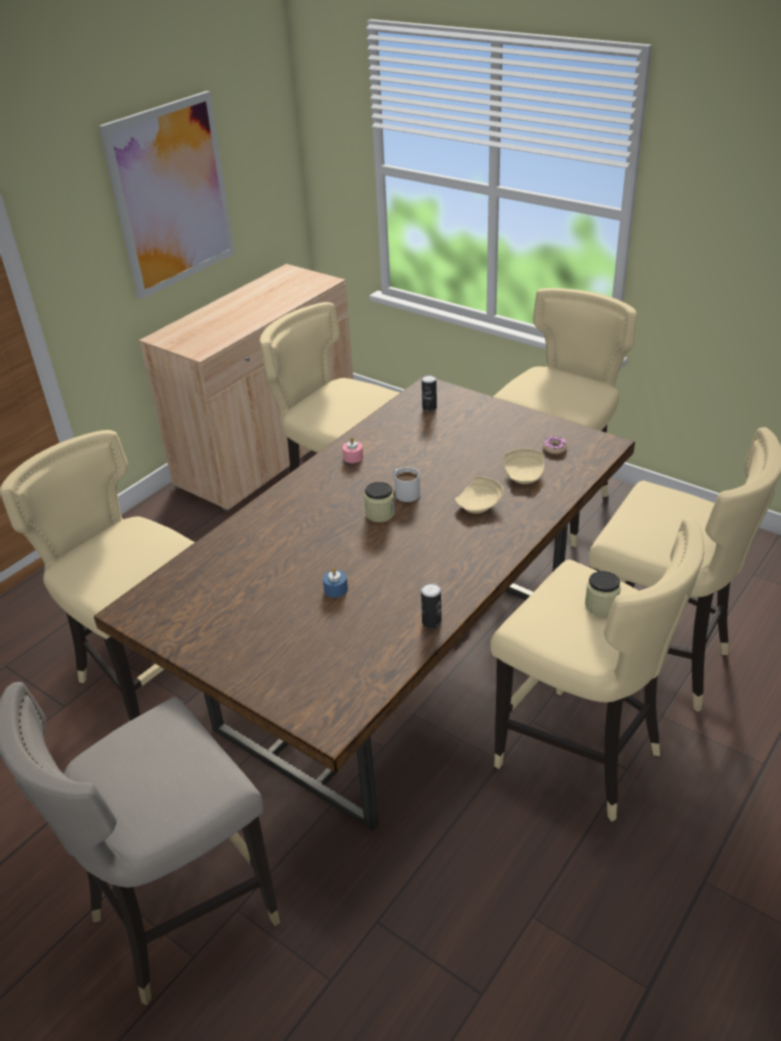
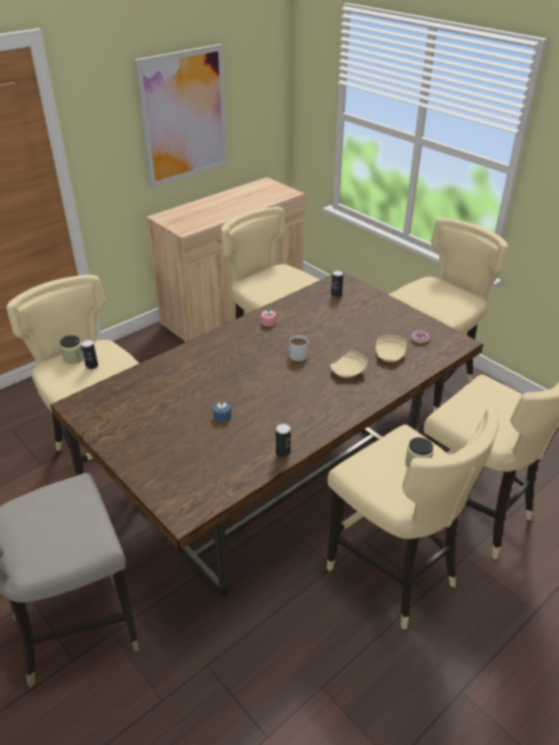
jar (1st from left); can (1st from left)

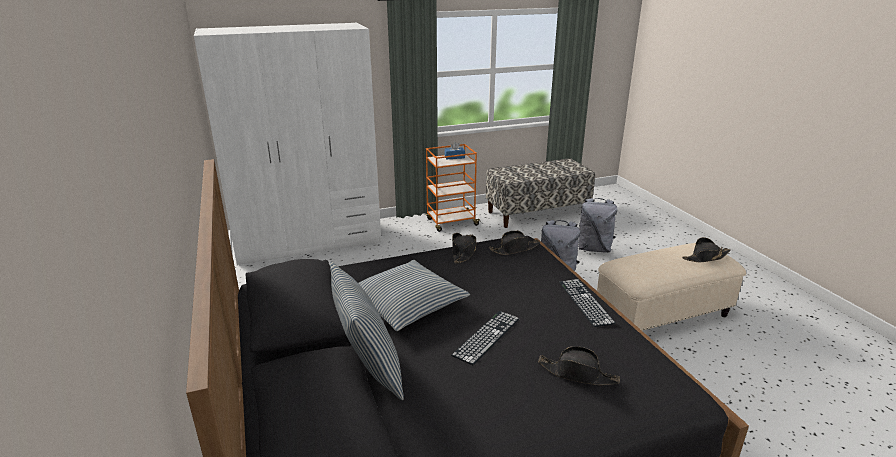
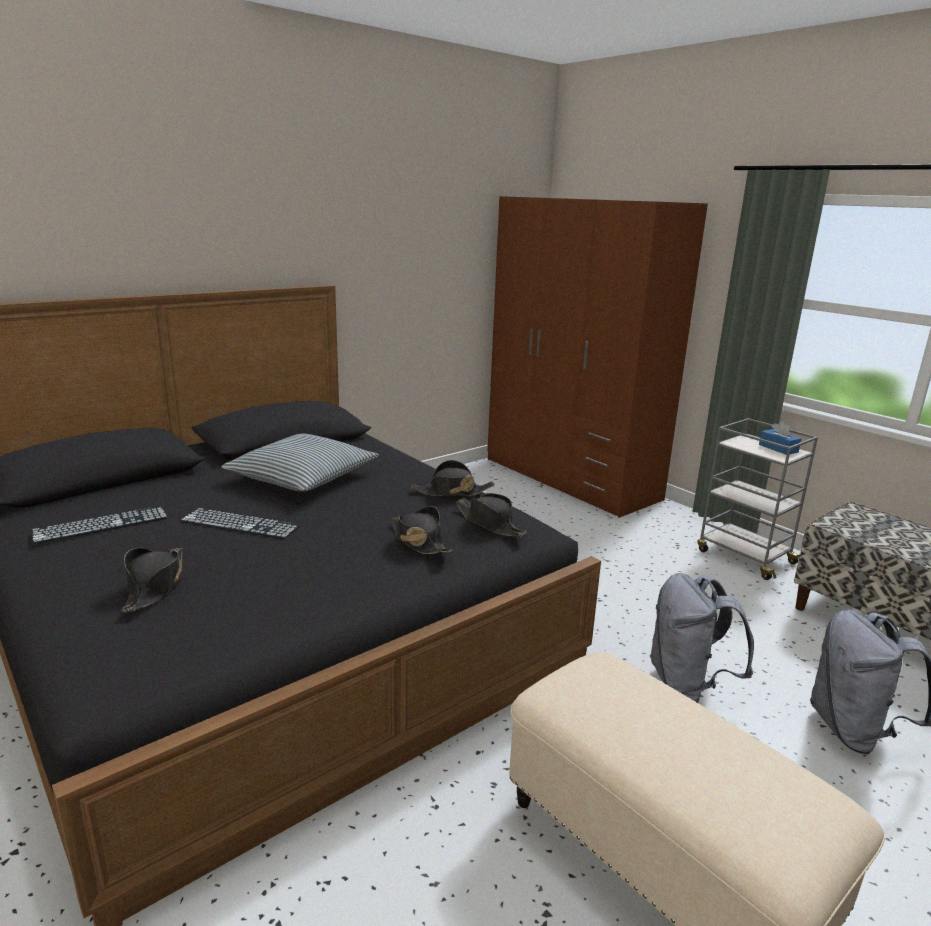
brown wardrobe; pillow (1st from left in the first image); grey cart; keyboard (1st from left); black hat (2nd from left)

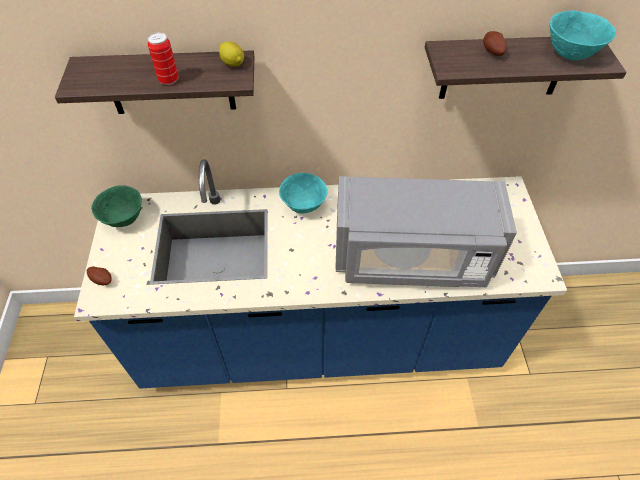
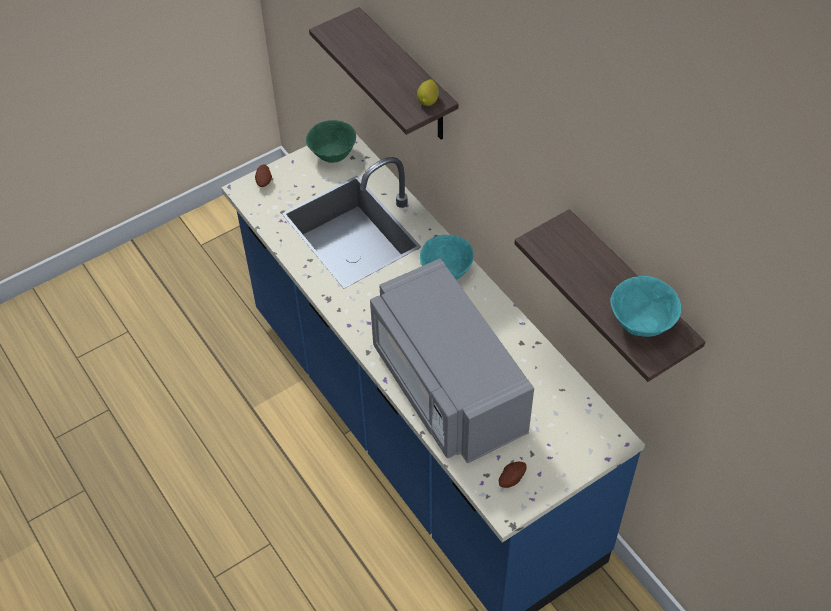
can; potato (2nd from left)

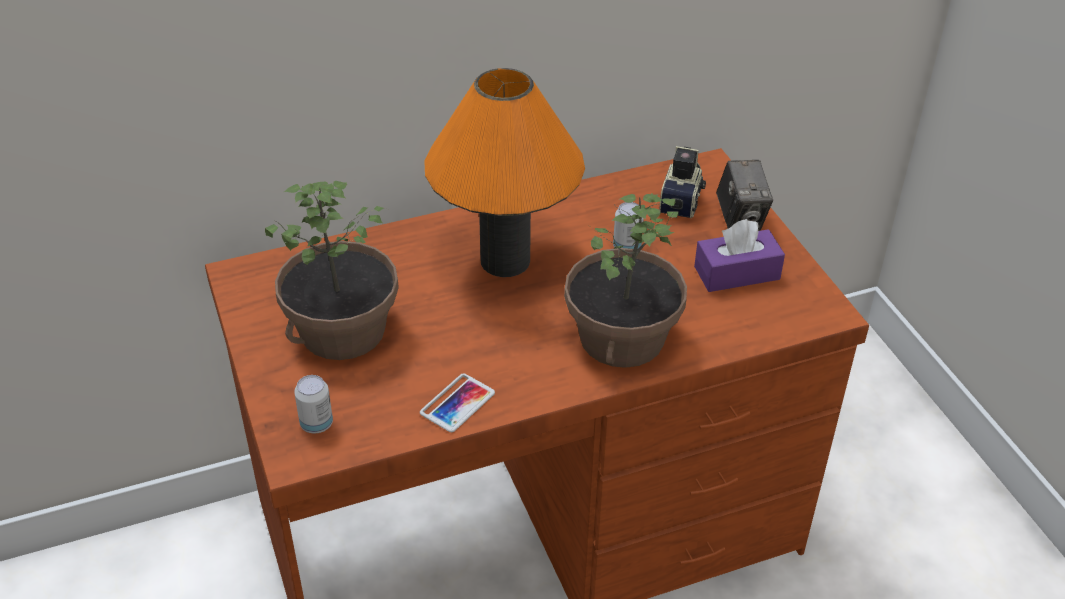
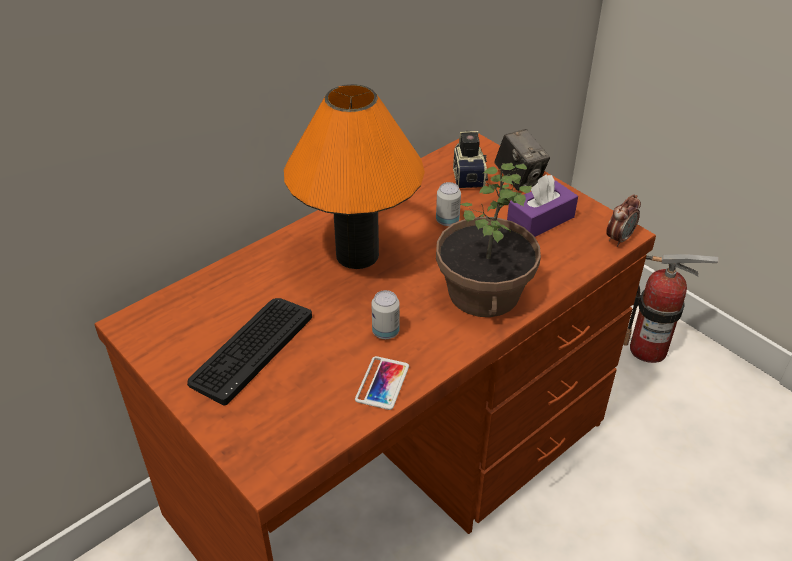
keyboard; can (1st from left); alarm clock; fire extinguisher

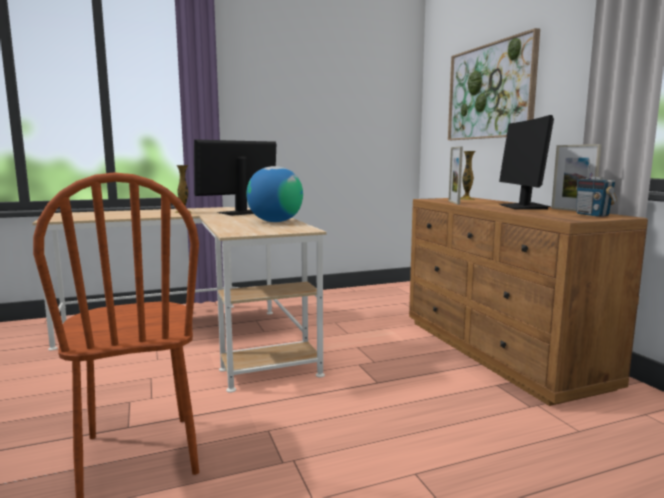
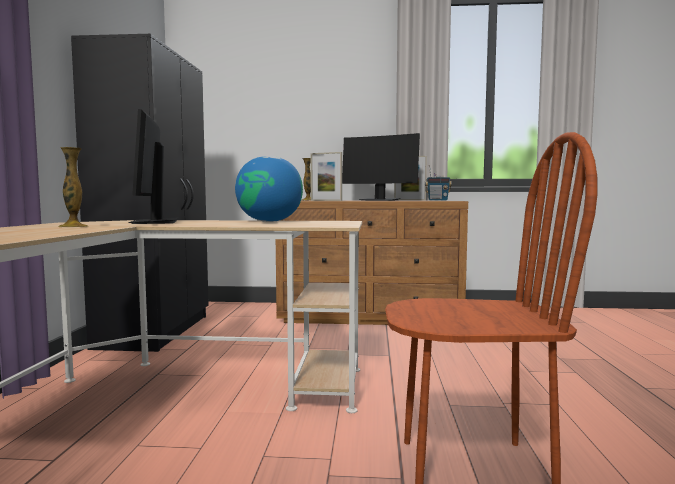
picture; black wardrobe

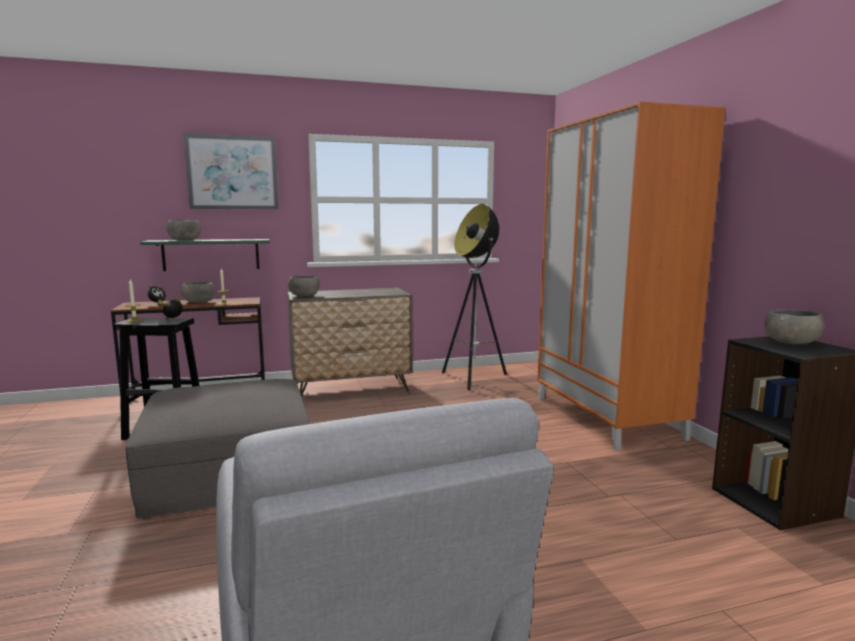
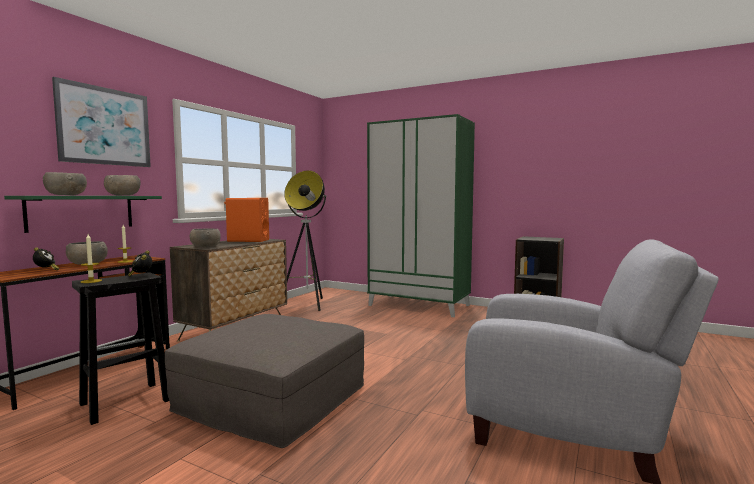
green wardrobe; grey bowl (3rd from left); orange speaker

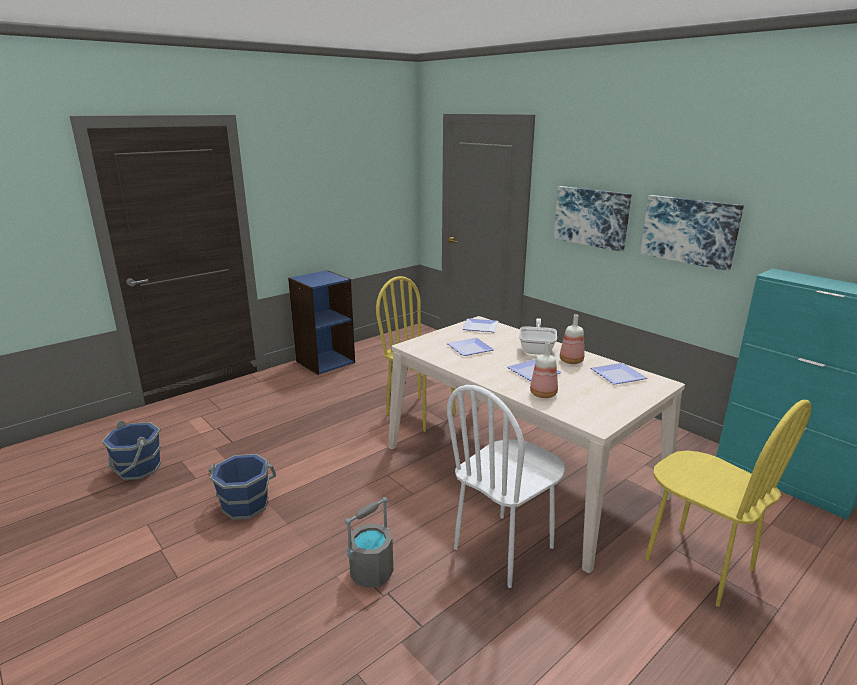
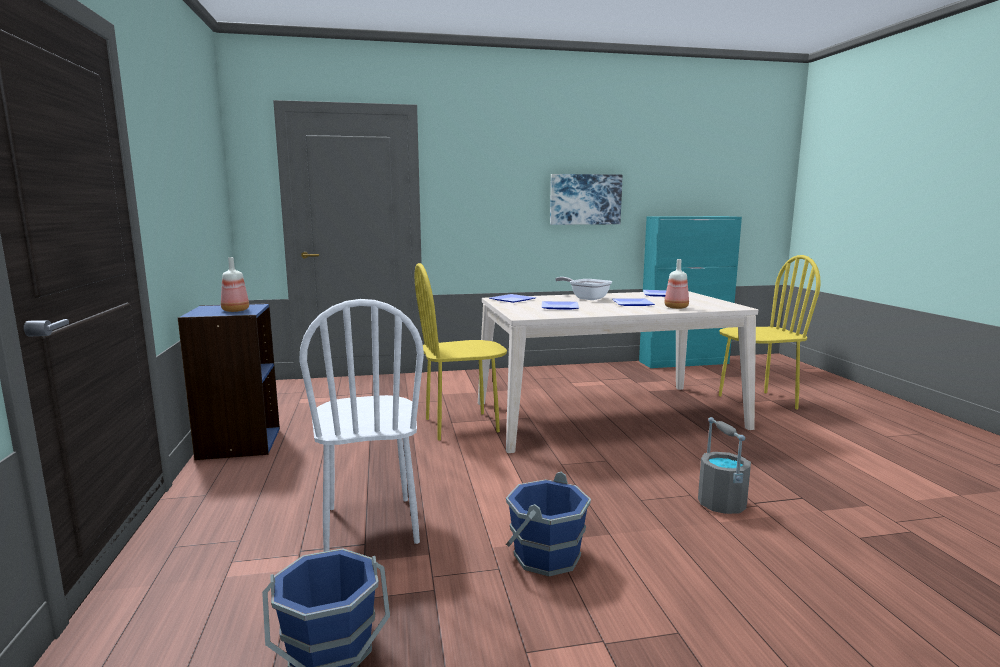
white chair; picture (1st from left in the first image); bottle (1st from left)

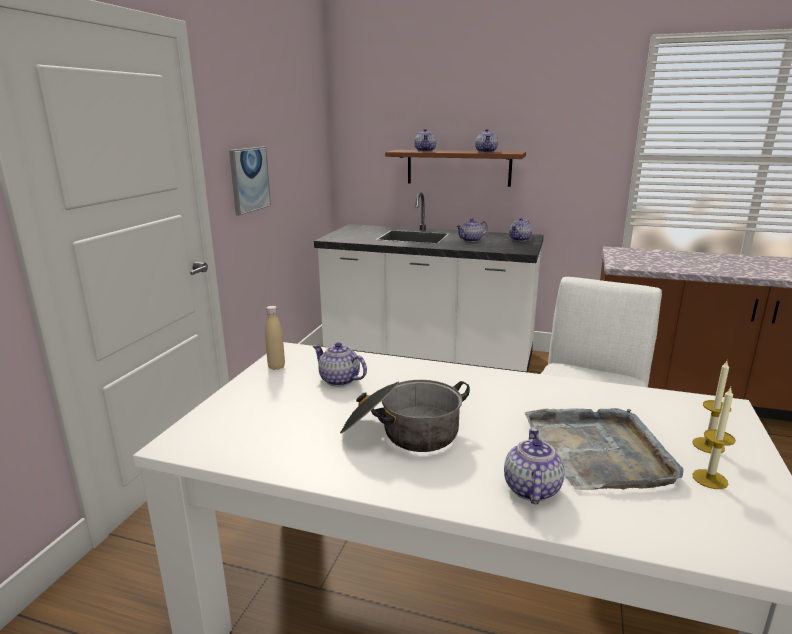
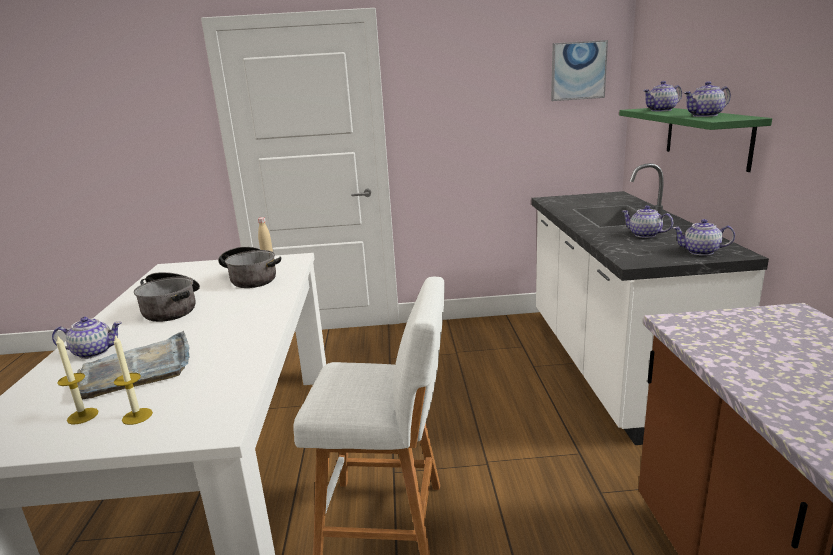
picture; cooking pot (2nd from left); green shelf

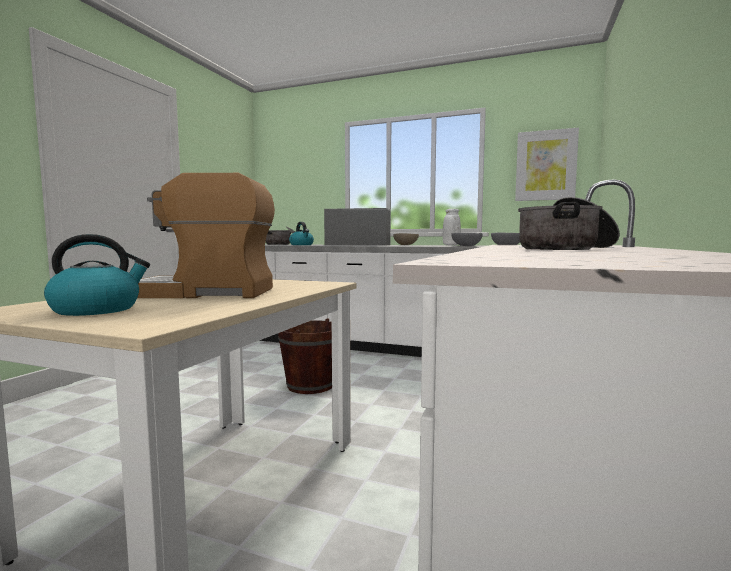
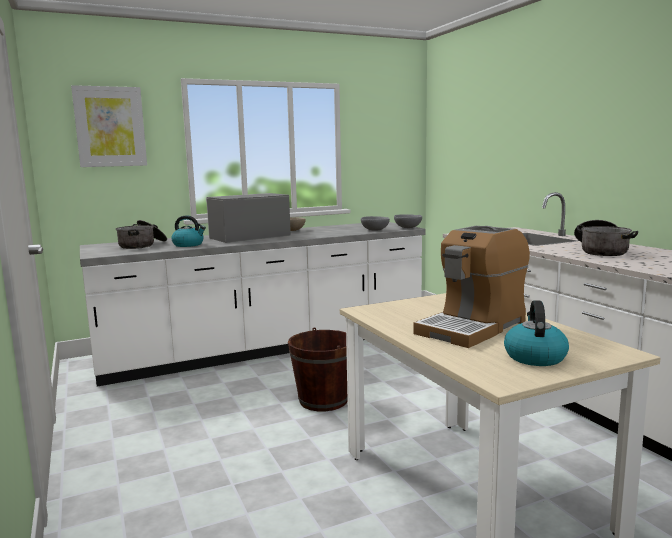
white vase; picture

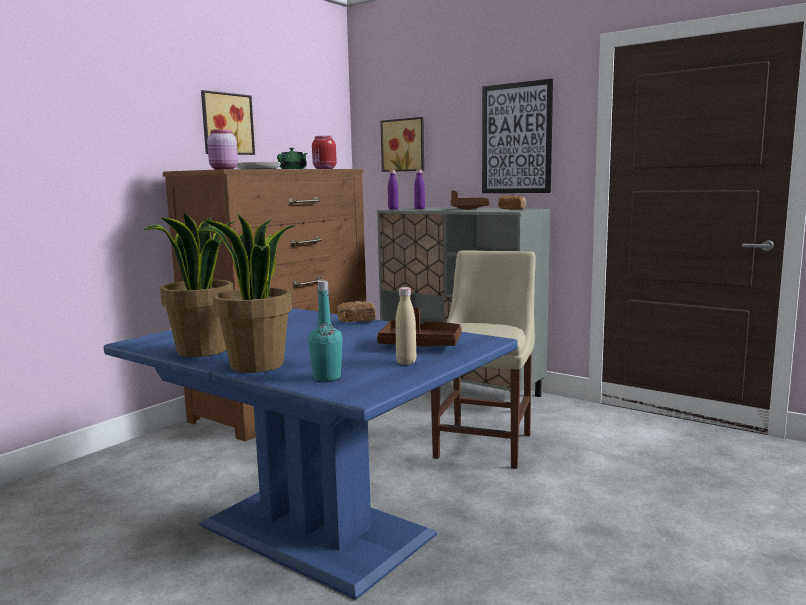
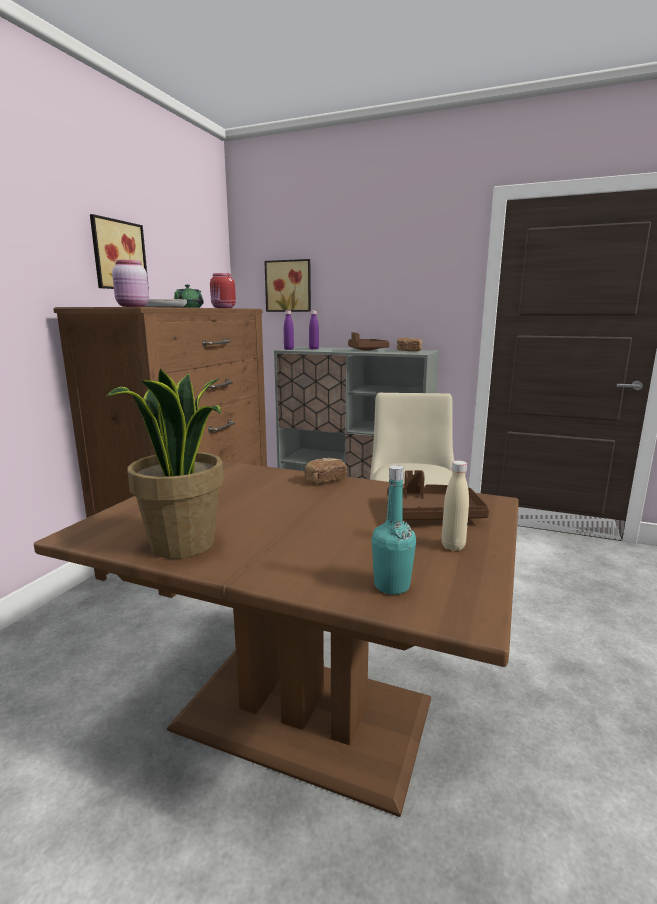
brown dining table; potted plant (2nd from left in the first image); picture (3rd from left in the first image)

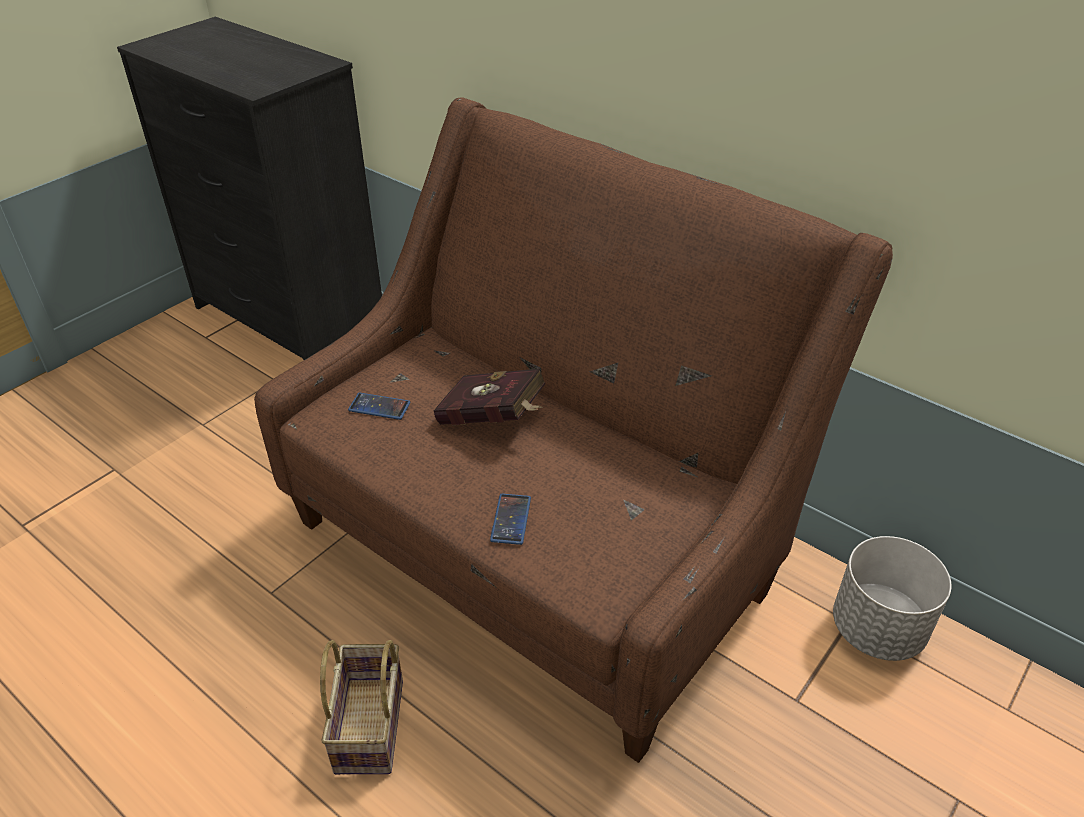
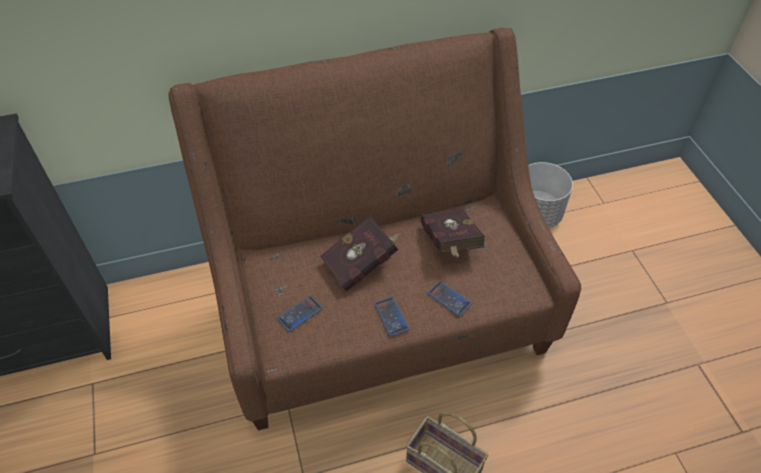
phone (2nd from left); red book (2nd from left)

